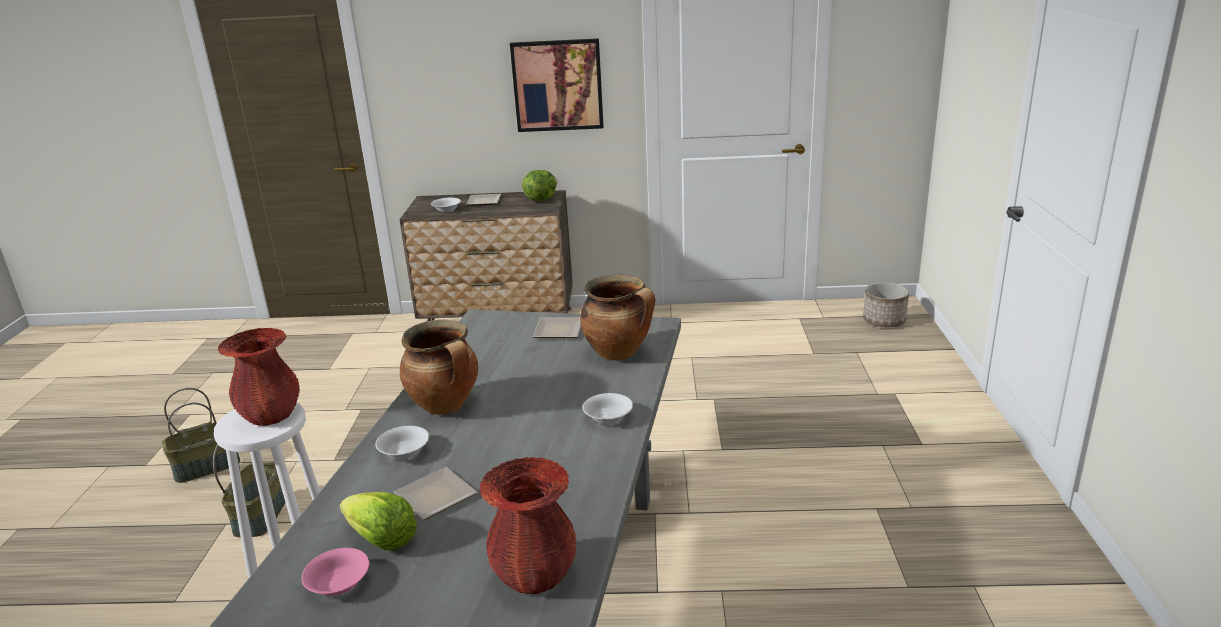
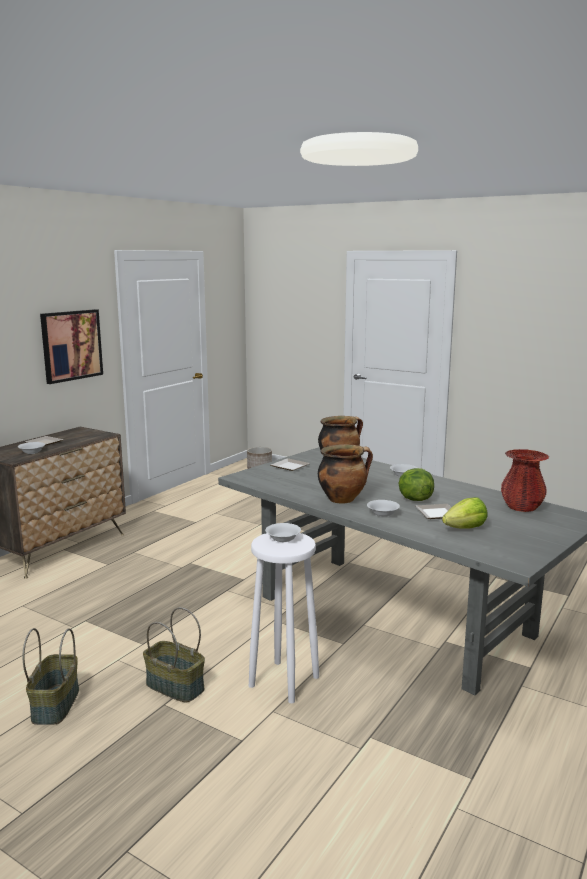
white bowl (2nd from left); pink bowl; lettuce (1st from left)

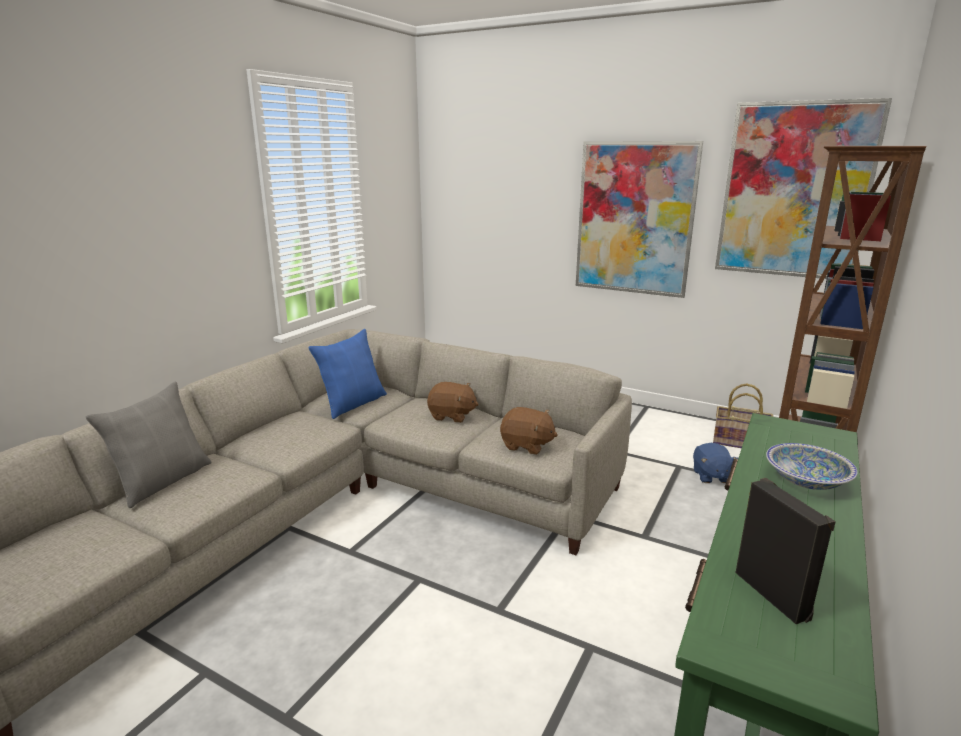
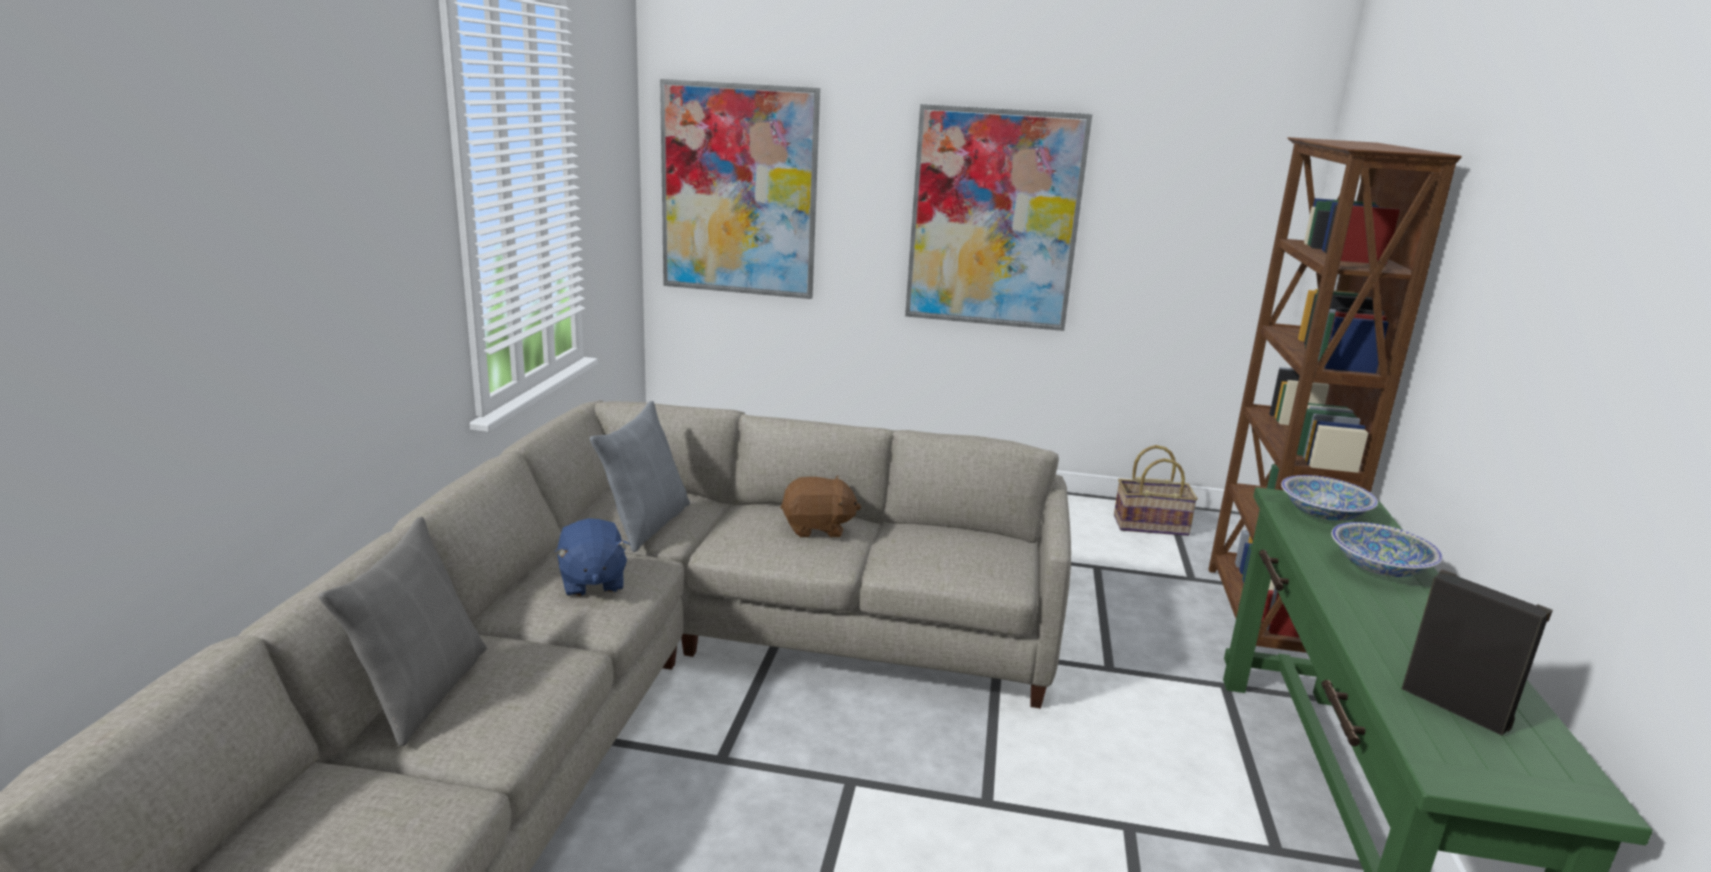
grey pillow (2nd from left); brown plush toy (2nd from left in the first image); blue plush toy; picture (1st from left); bowl (1st from left)

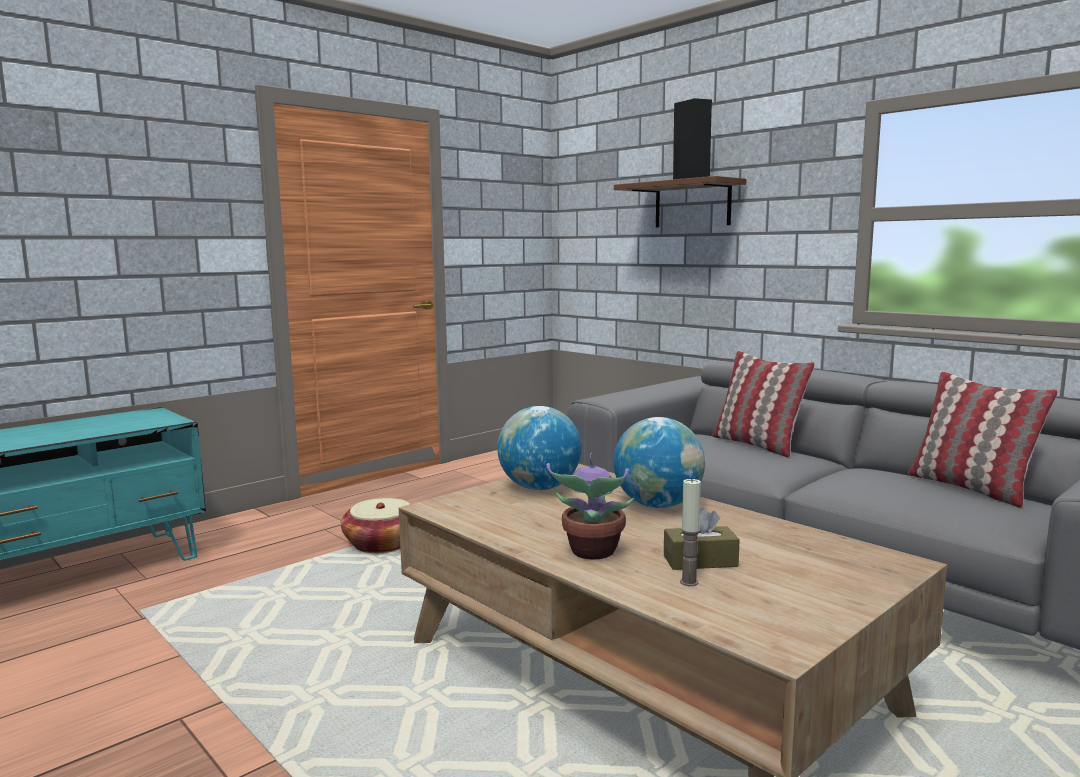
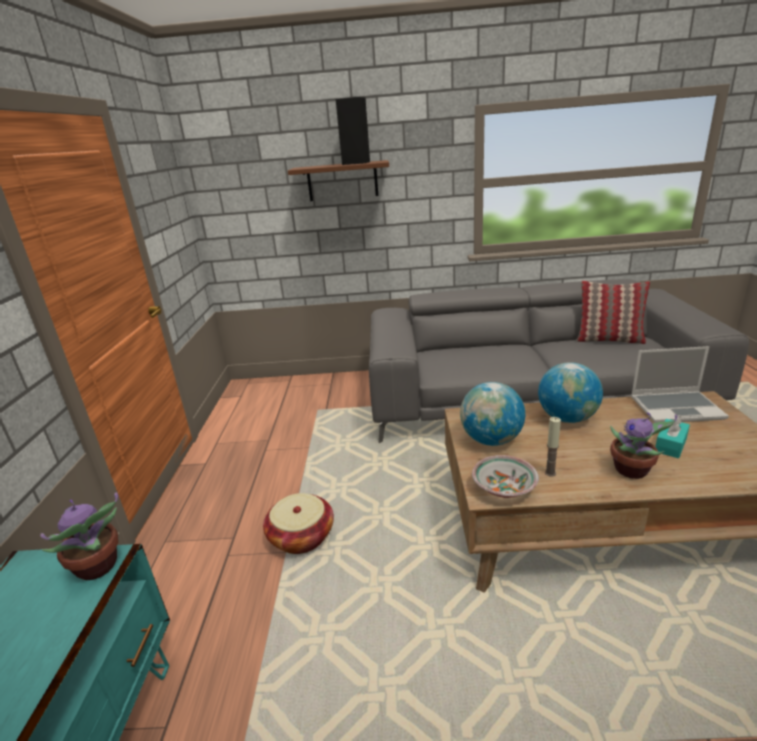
turquoise tissue box; candle; pillow (1st from left in the first image); potted plant (1st from left); bowl; laptop

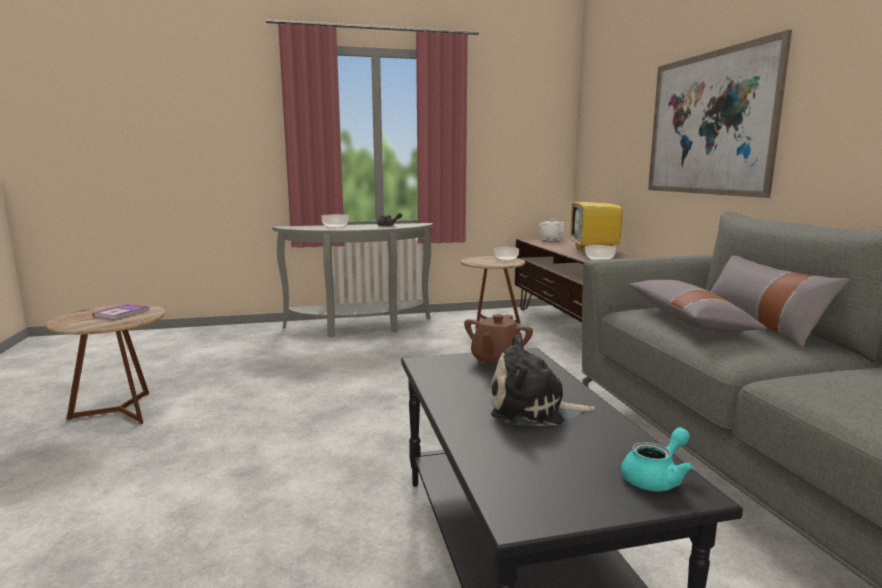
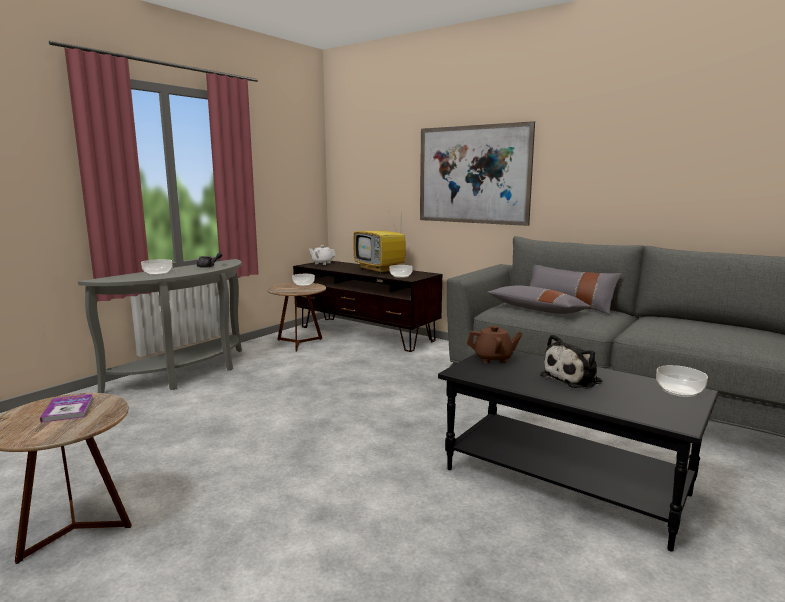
brown teapot; bowl (4th from left)

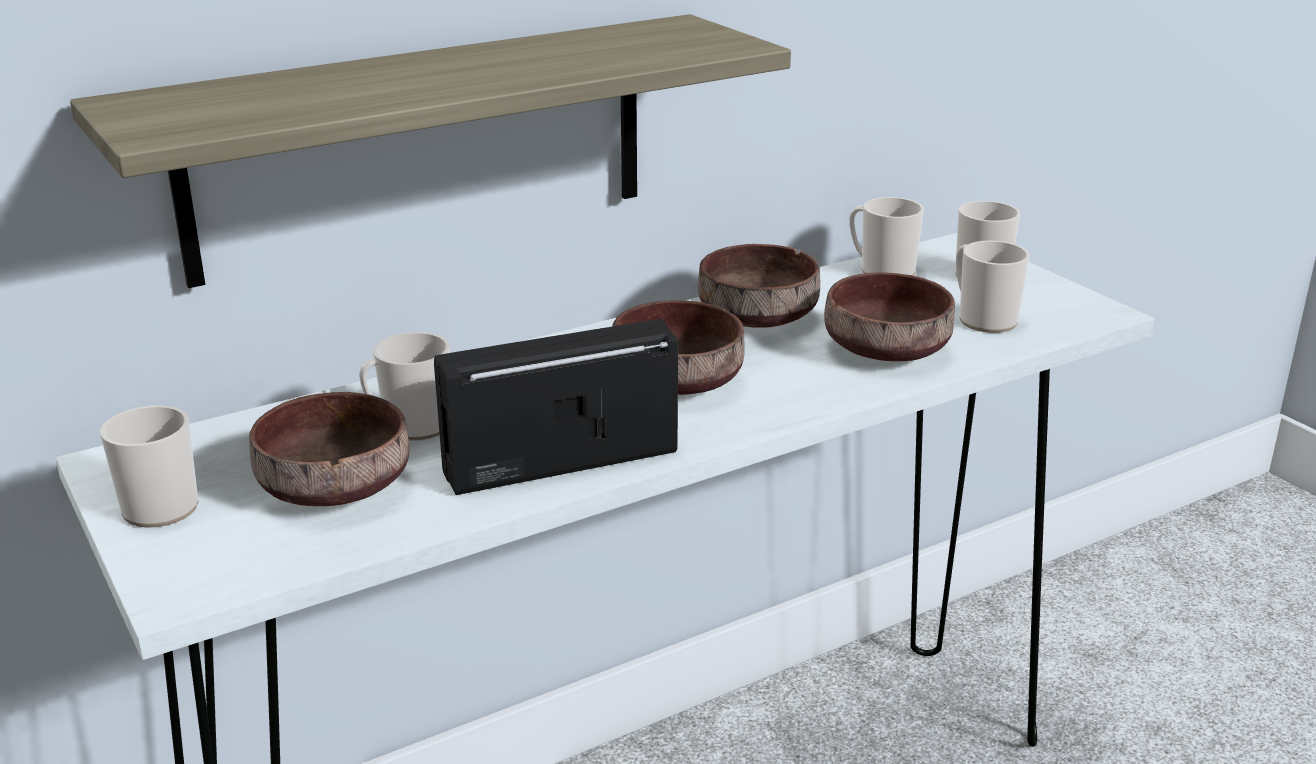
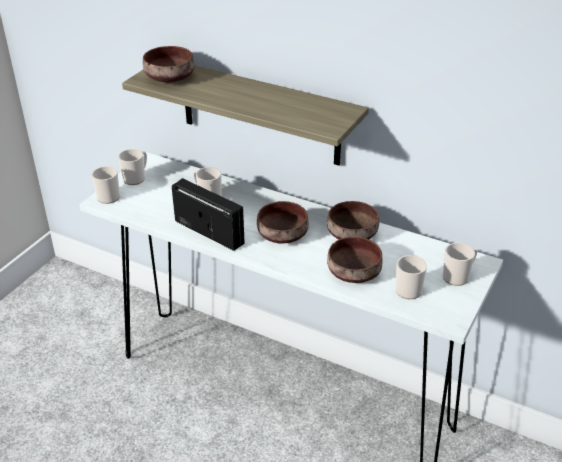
brown bowl (1st from left); mug (1st from left)

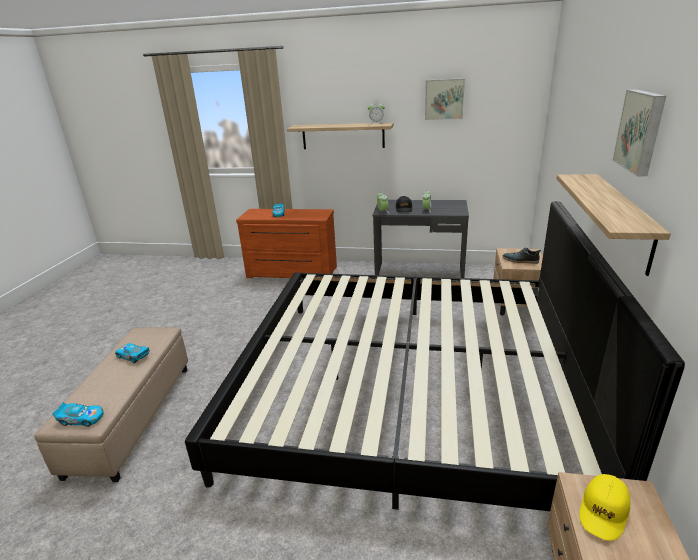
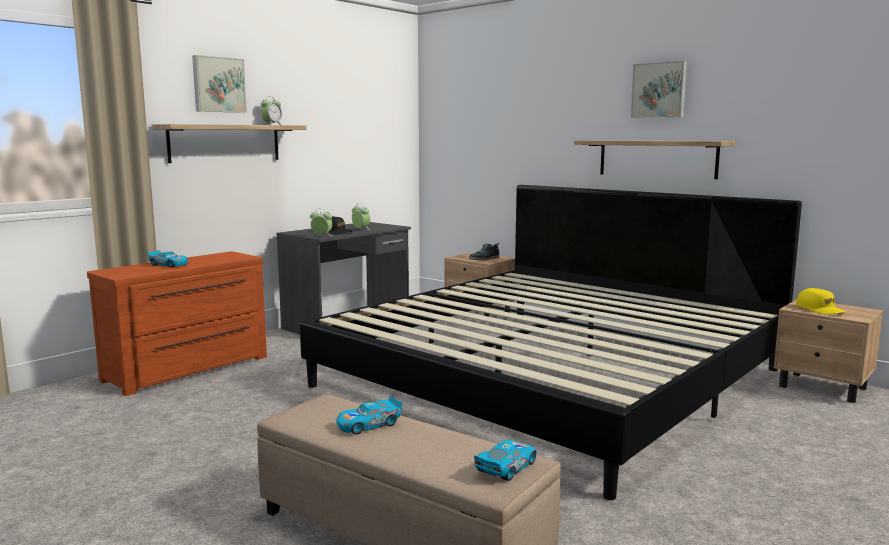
picture (1st from left)

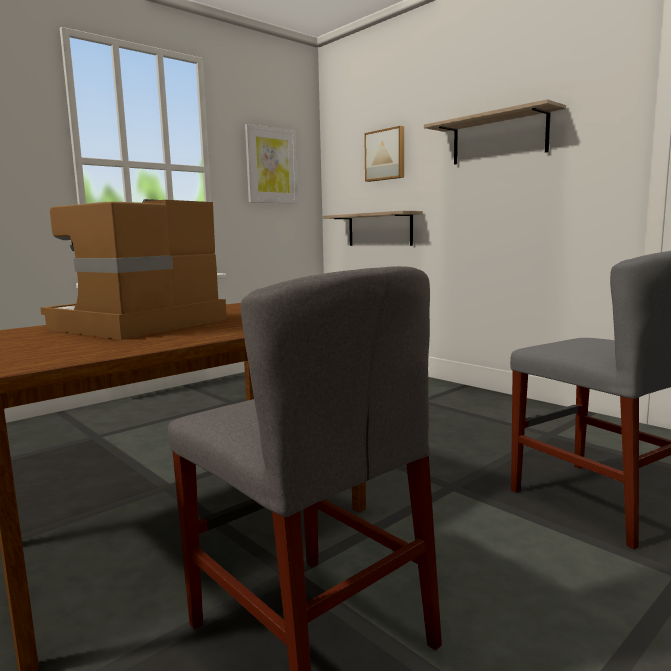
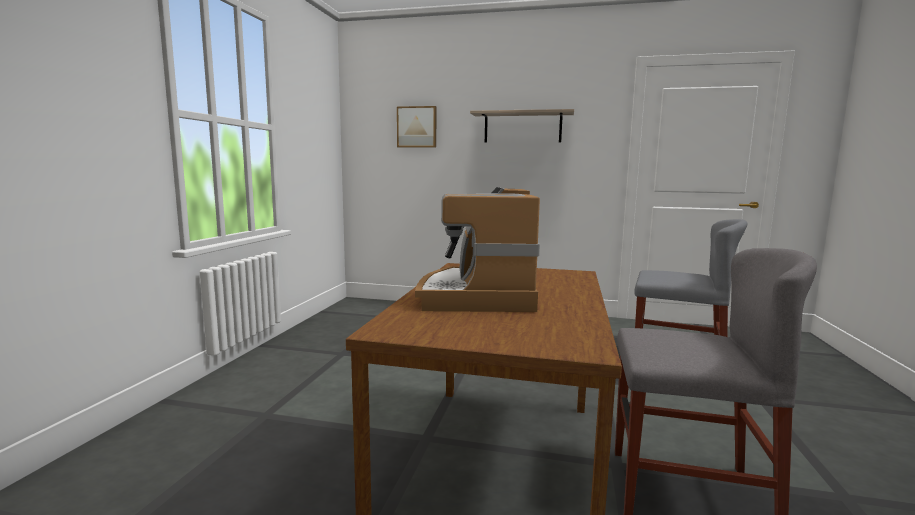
picture (1st from left in the first image); shelf (1st from left in the first image)

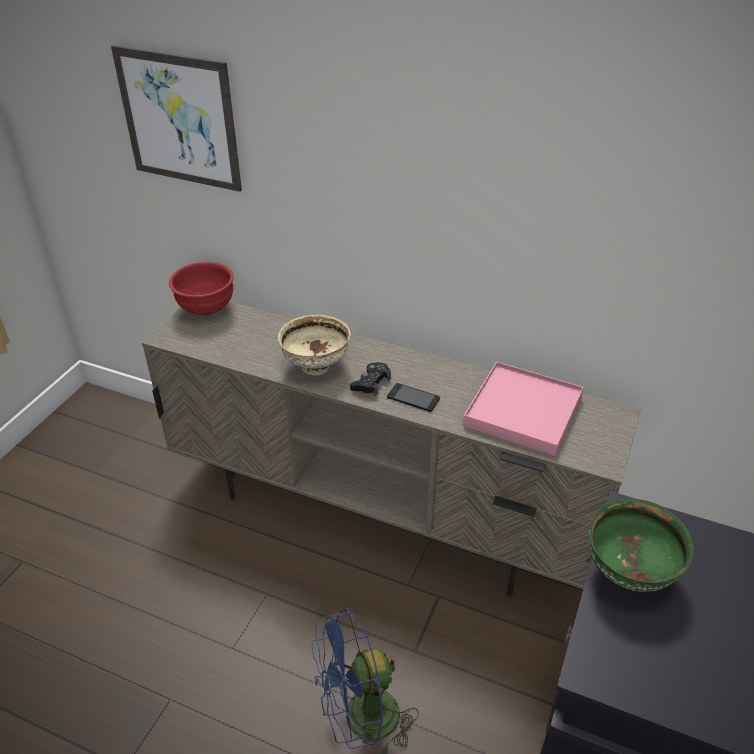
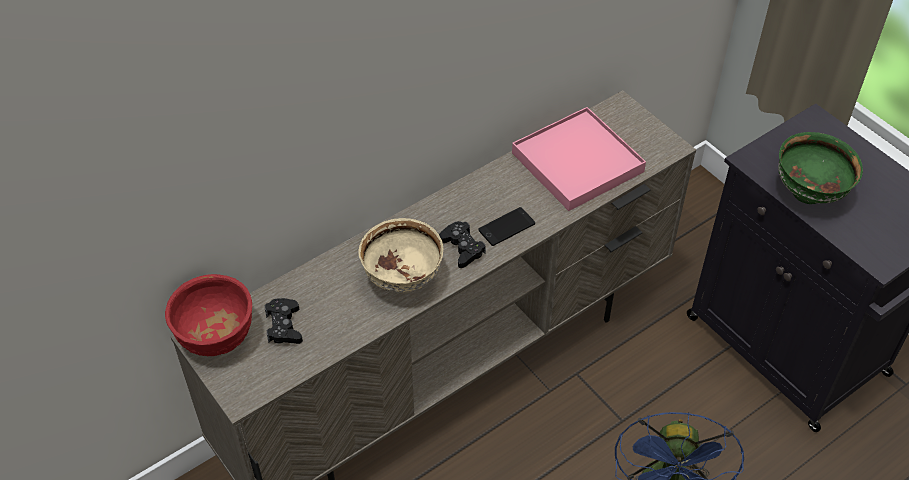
picture; black game controller (1st from left)

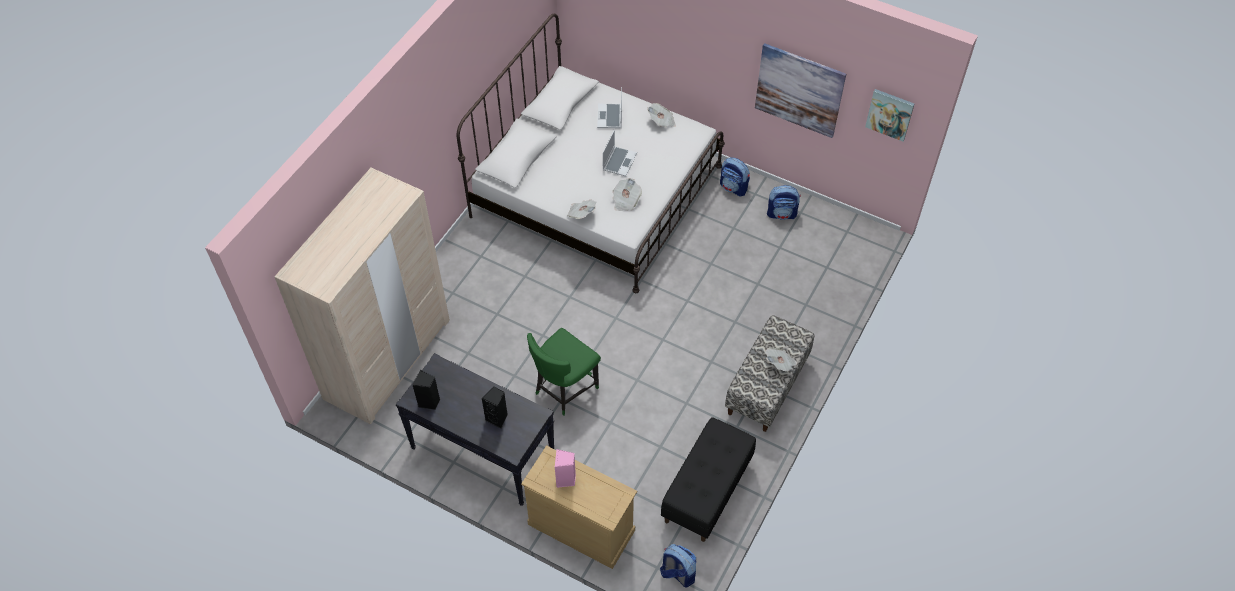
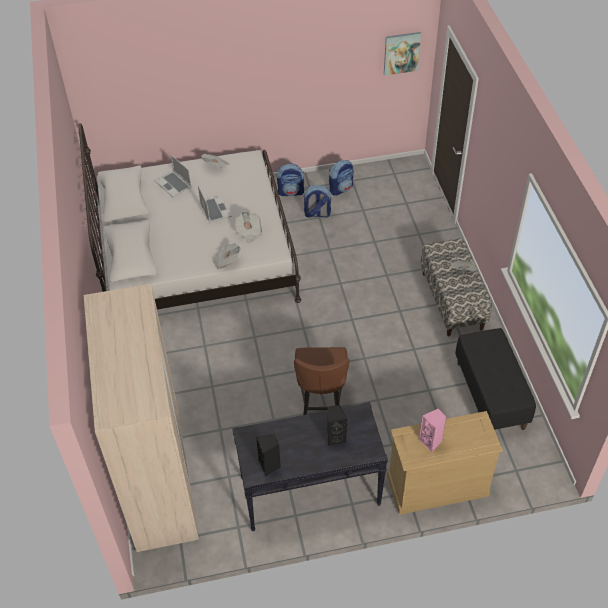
brown chair; backpack (2nd from left); picture (1st from left in the first image)

